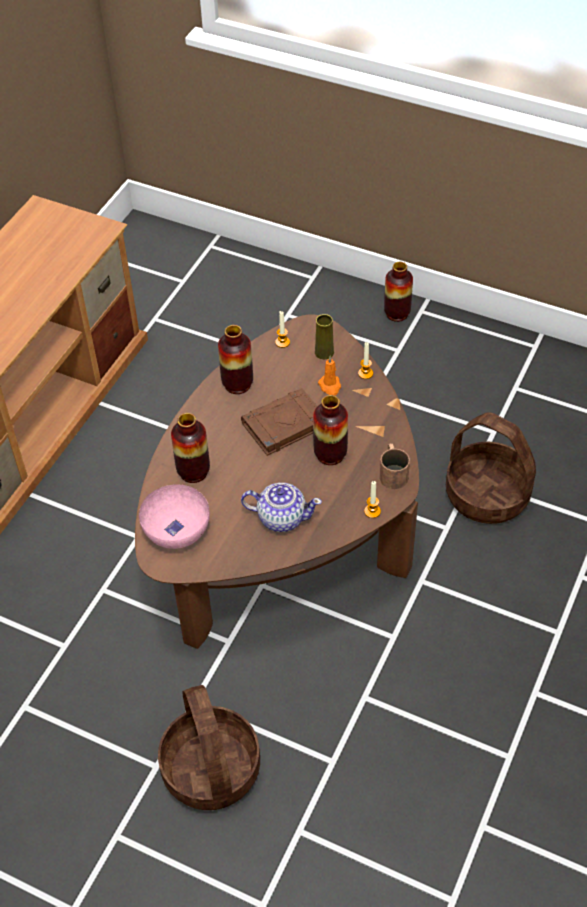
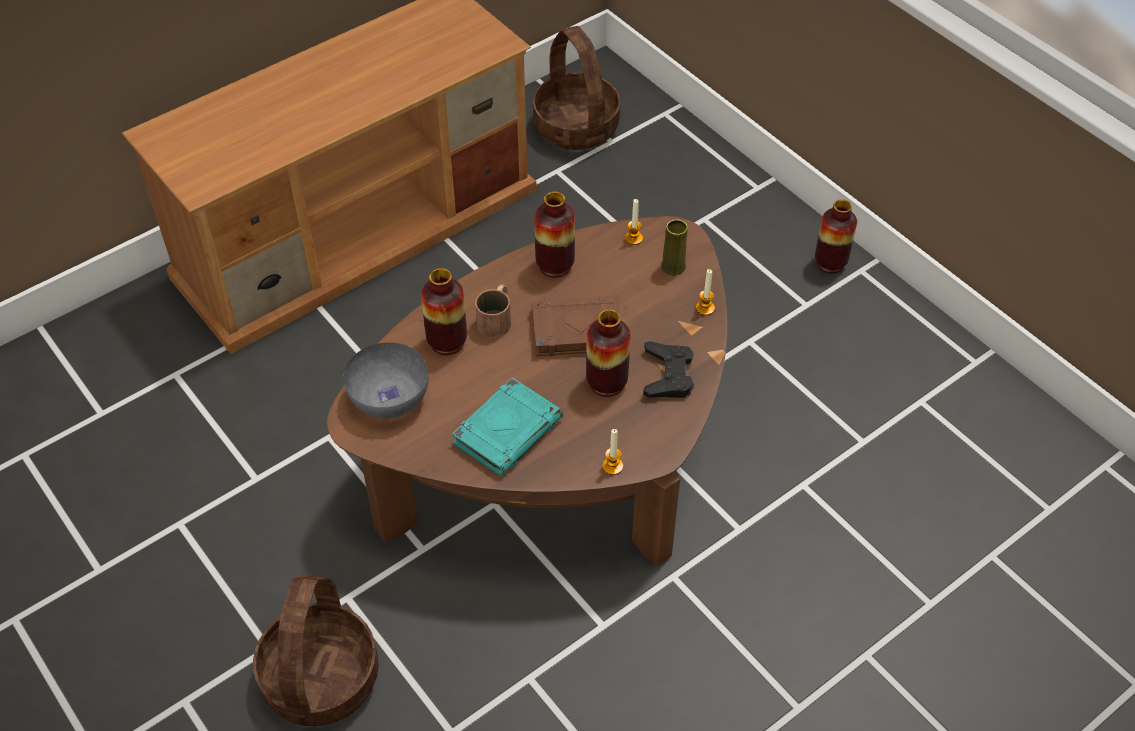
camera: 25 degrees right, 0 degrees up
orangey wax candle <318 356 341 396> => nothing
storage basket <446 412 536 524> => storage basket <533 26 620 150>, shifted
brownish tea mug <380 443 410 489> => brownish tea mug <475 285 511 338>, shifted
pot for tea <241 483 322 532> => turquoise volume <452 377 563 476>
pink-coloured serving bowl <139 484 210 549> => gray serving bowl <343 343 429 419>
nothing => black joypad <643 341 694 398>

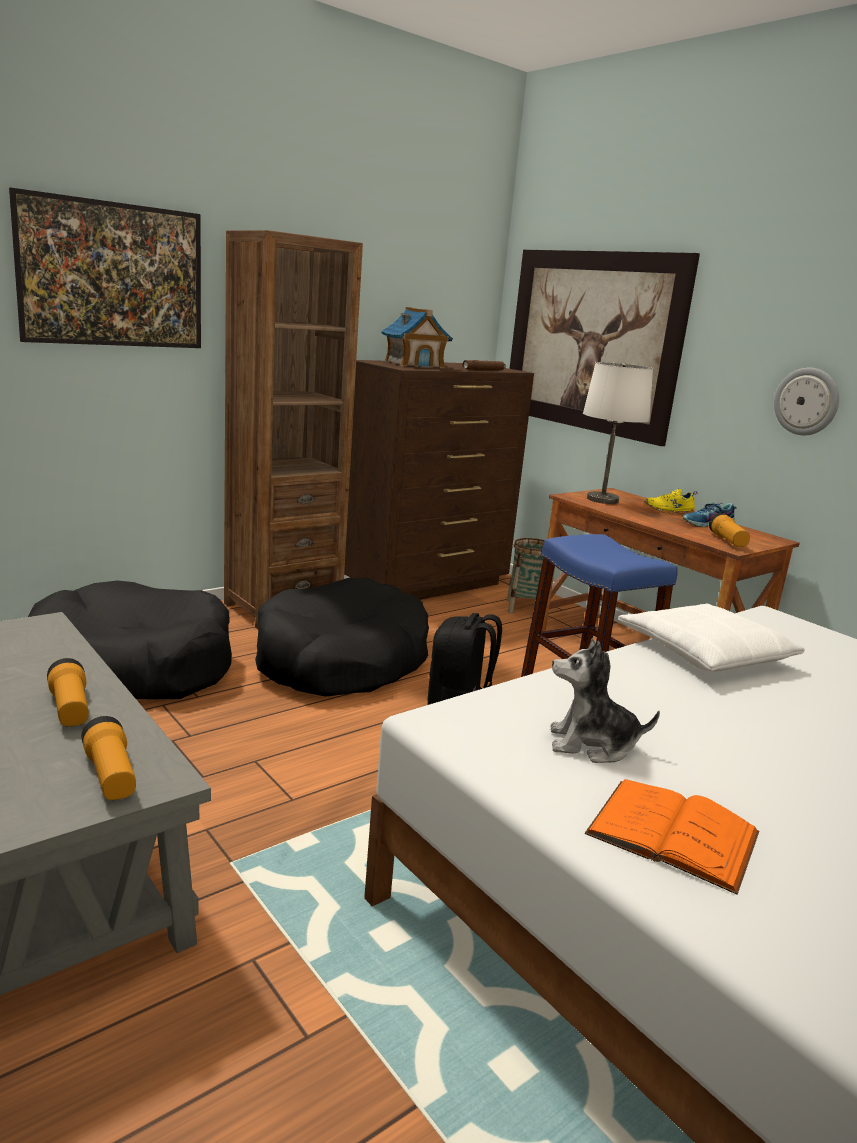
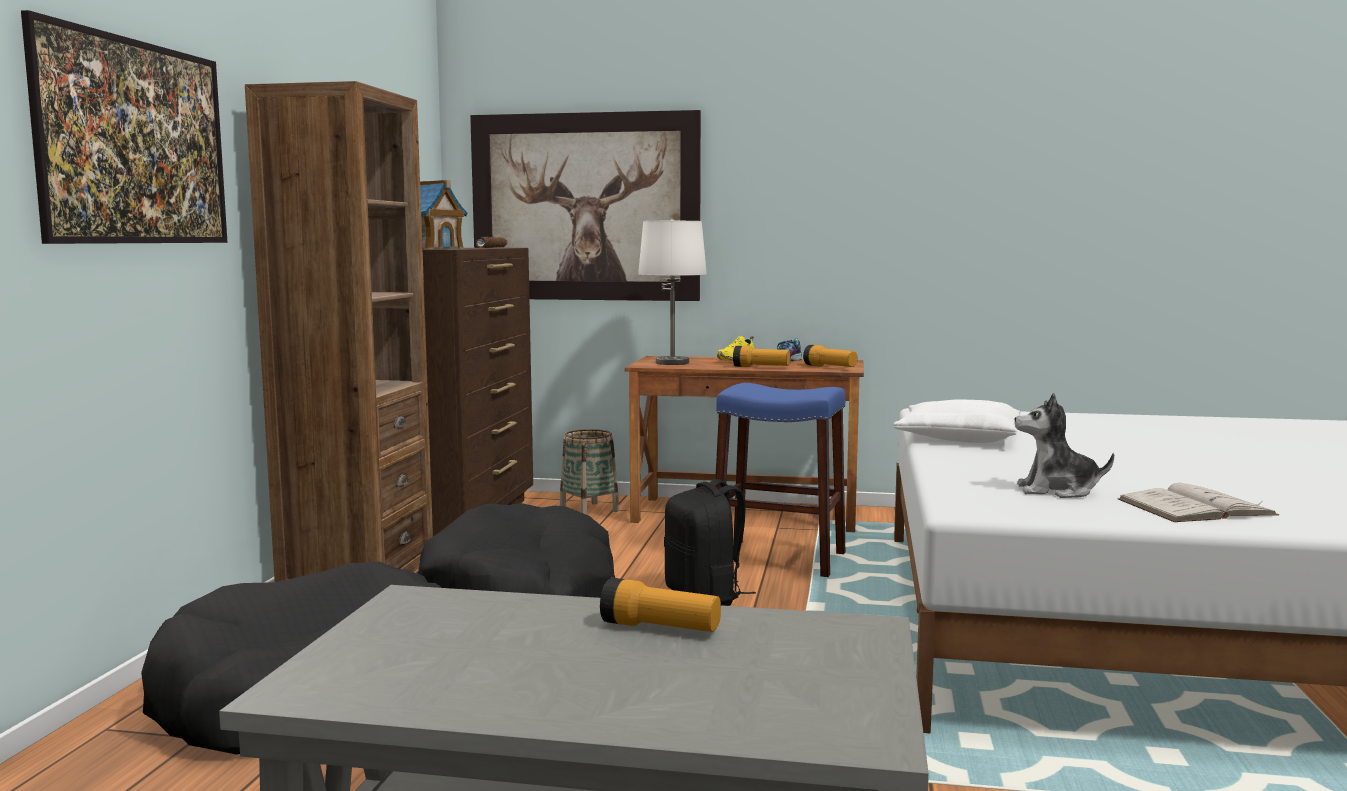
camera: 40 degrees left, 10 degrees down
clock on the wall <774 368 839 435> => nothing
cuddly toy <551 638 660 763> => cuddly toy <1015 393 1114 498>, 45 degrees clockwise
flashlight <81 716 136 800> => flashlight <733 346 790 367>, shifted
orangey volume <585 779 759 895> => white-coloured volume <1118 483 1279 522>

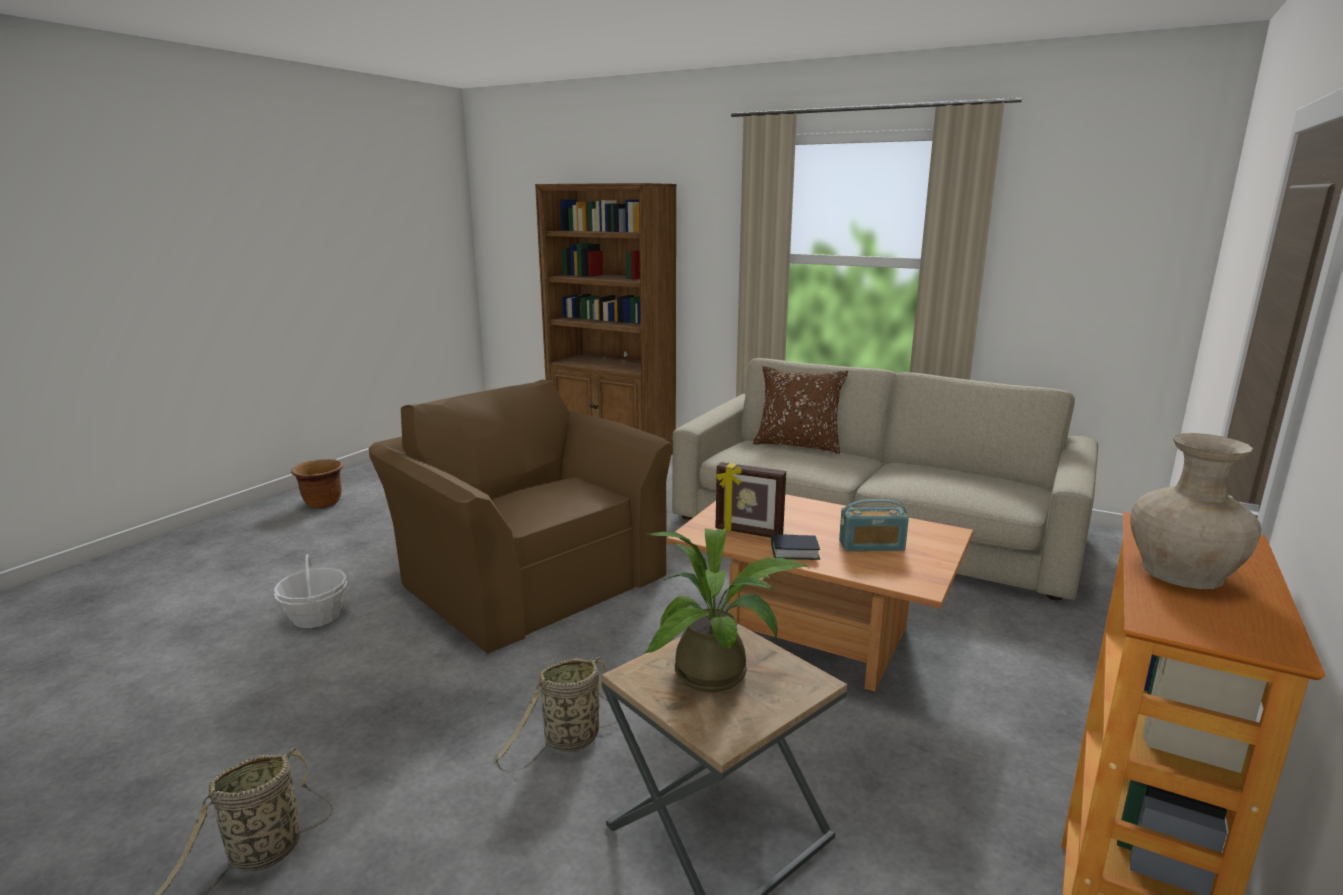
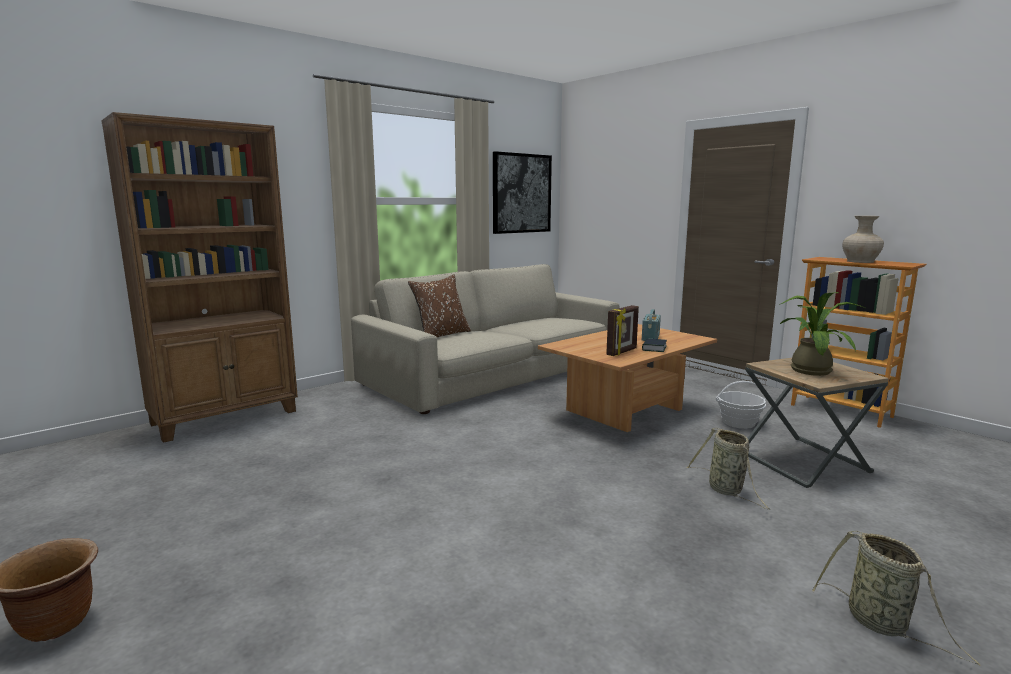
camera: 70 degrees left, 5 degrees down
brownish armchair <369 380 673 654> => nothing
storage basket <274 554 347 628> => storage basket <716 381 767 429>, shifted
nothing => picture <493 151 552 234>

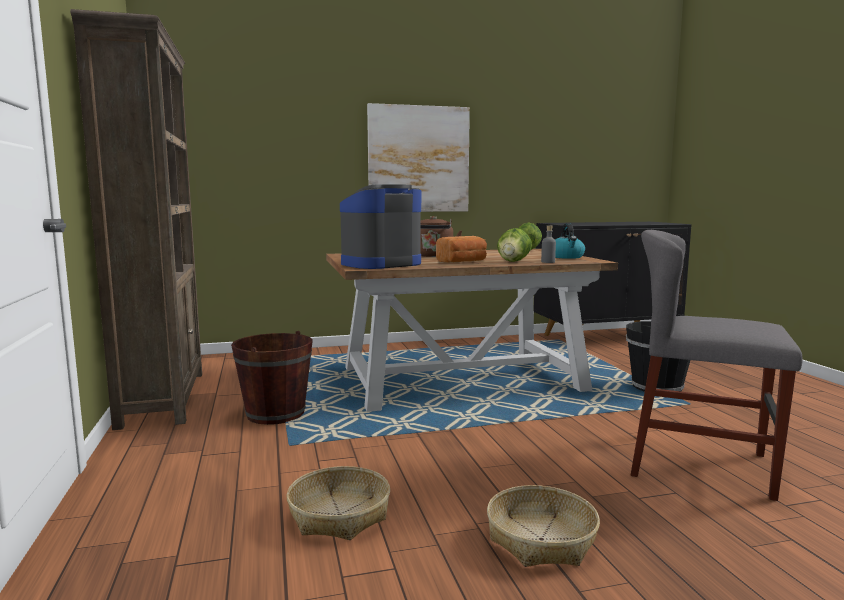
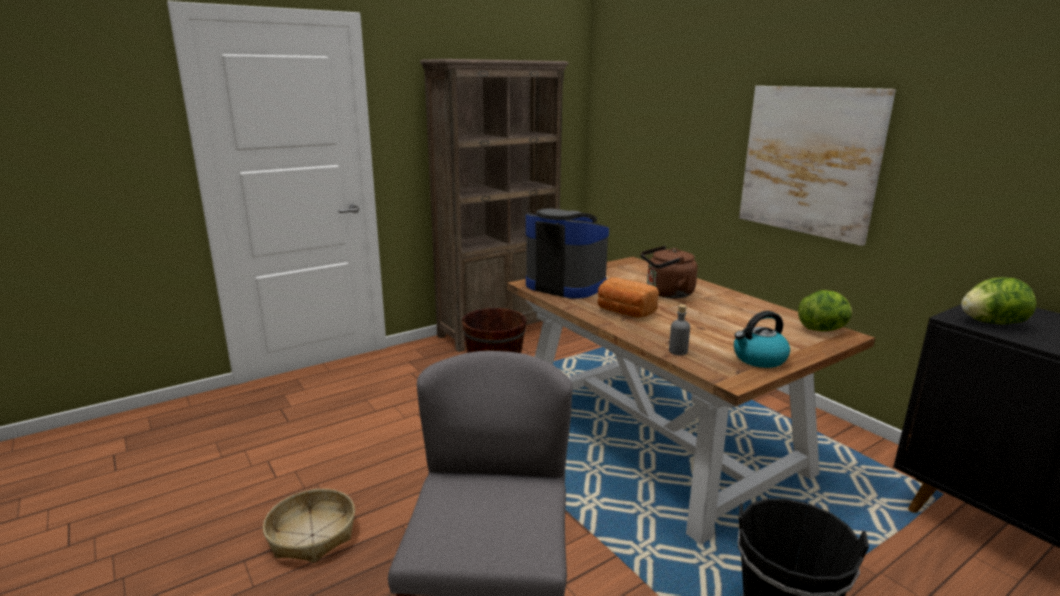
camera: 70 degrees right, 10 degrees up
lettuce <497 228 532 262> => lettuce <961 277 1036 324>, shifted
storage basket <286 466 390 540> => nothing

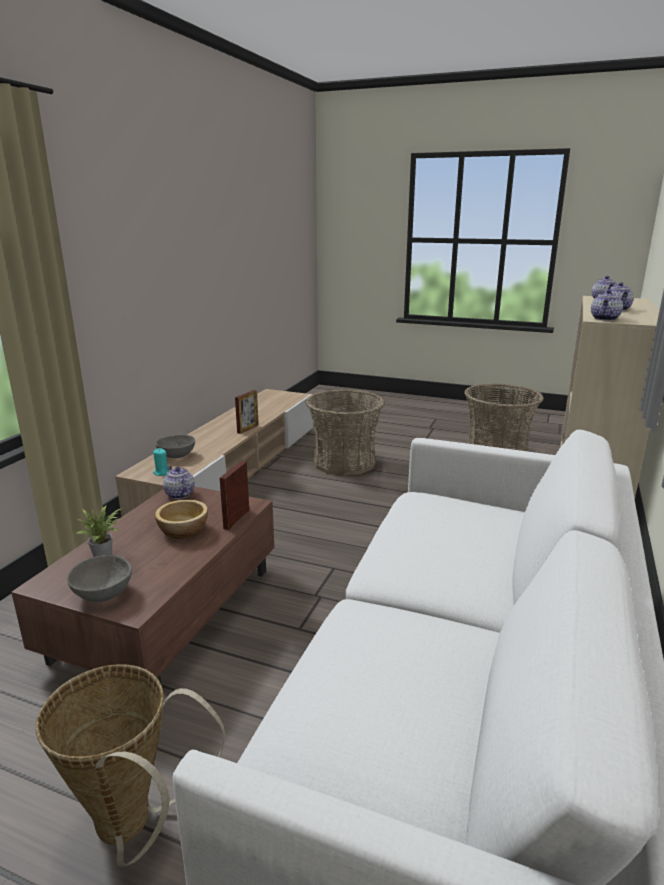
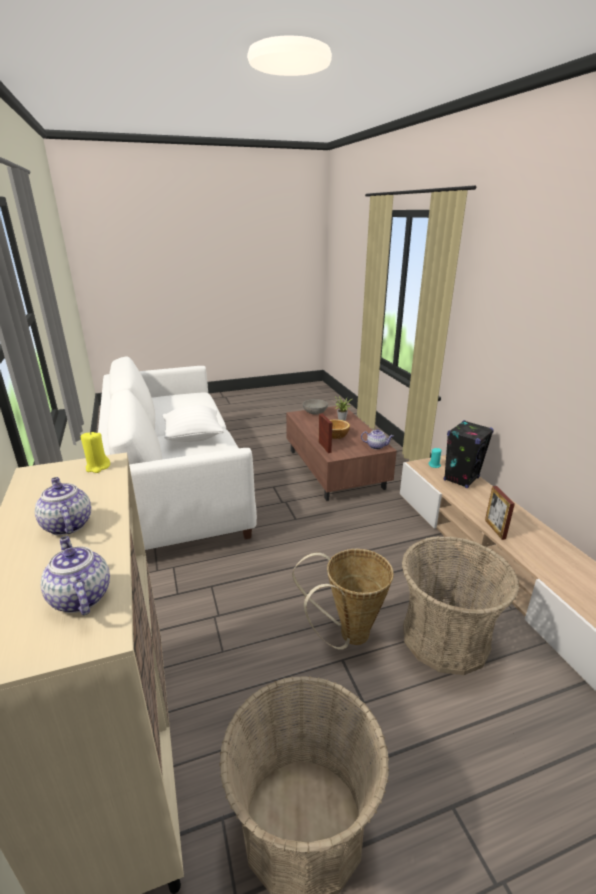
camera: 140 degrees right, 5 degrees up
pot for tea <591 290 623 321> => yellowish wax candle <81 431 110 473>
gray serving bowl <156 435 195 458> => black loudspeaker <444 420 494 488>
storage basket <35 664 225 867> => storage basket <292 549 394 650>, shifted
nothing => white-coloured pillow <163 405 224 442>

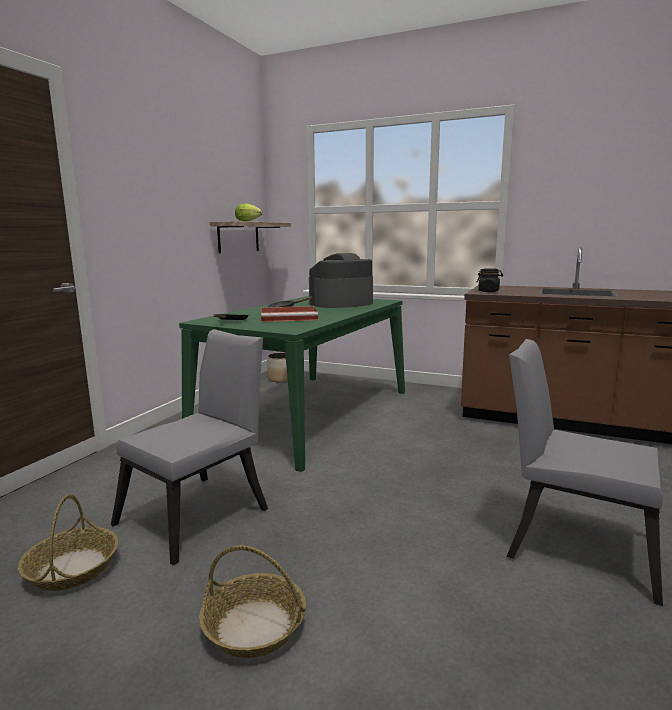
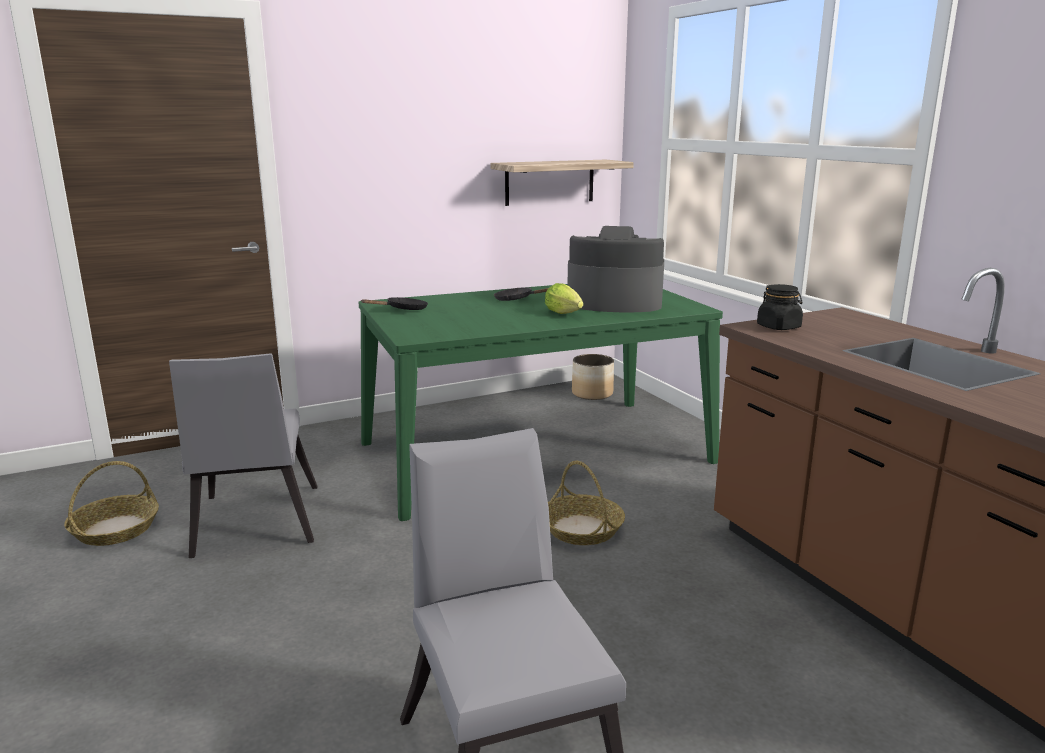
camera: 40 degrees right, 5 degrees up
lettuce <235 203 262 221> => lettuce <545 283 583 314>, shifted
reddish serving tray <261 306 318 322> => nothing
gray plain chair <111 329 268 565> => gray plain chair <169 353 318 558>, 90 degrees clockwise
storage basket <199 545 306 658> => storage basket <548 461 625 545>, shifted

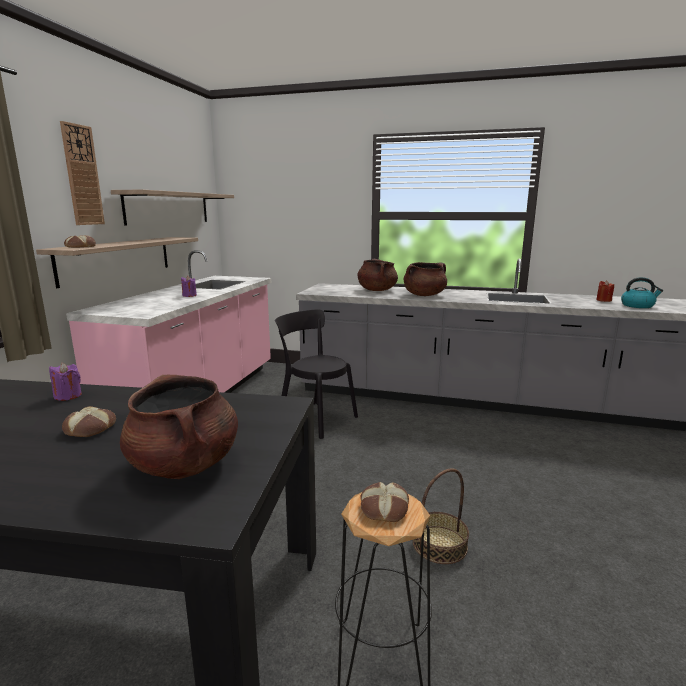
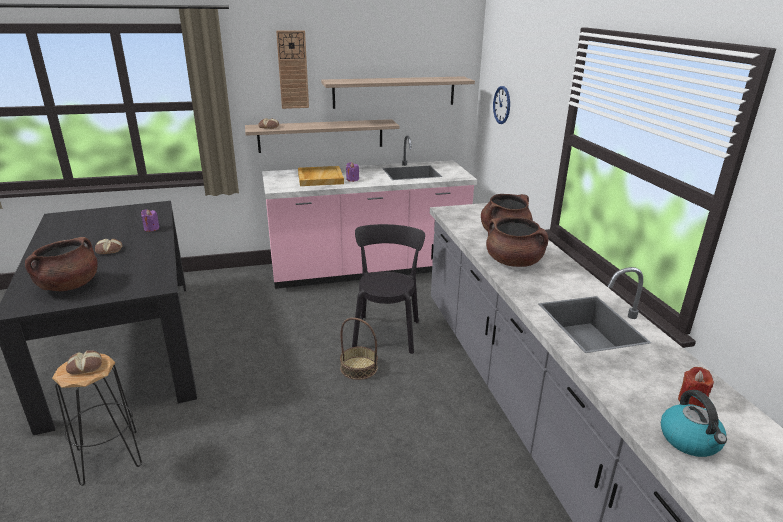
camera: 60 degrees right, 10 degrees up
storage basket <413 468 469 564> => storage basket <340 318 378 380>, shifted
nothing => clock on the wall <493 86 510 124>
nothing => sand-coloured serving tray <298 166 344 186>

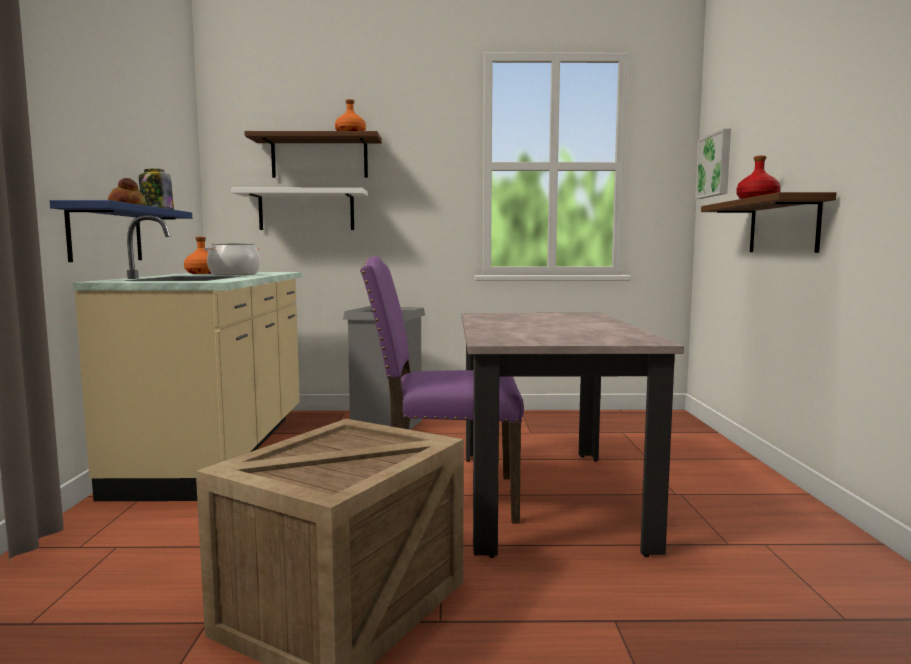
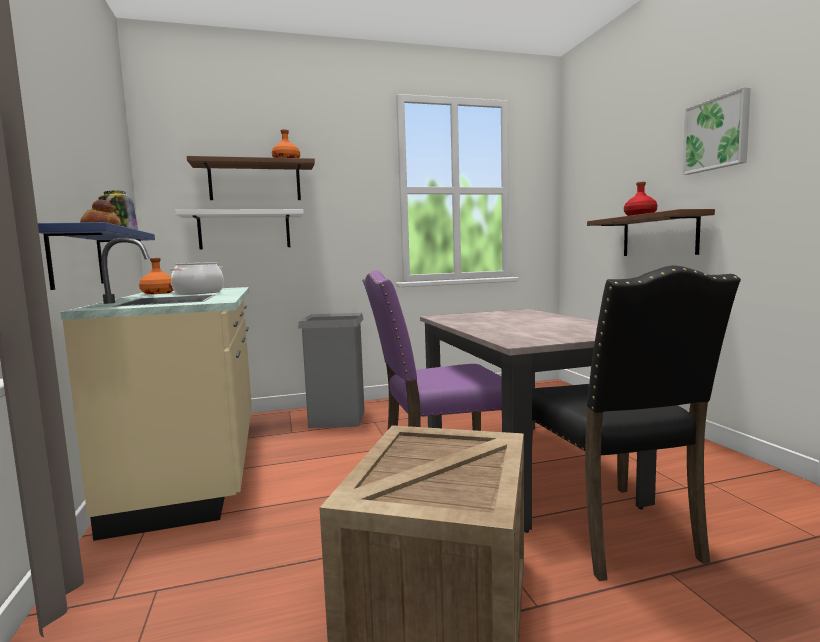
camera: 15 degrees left, 0 degrees up
picture <695 129 731 199> => picture <683 87 751 175>, shifted
nothing => black plain chair <532 265 741 581>

